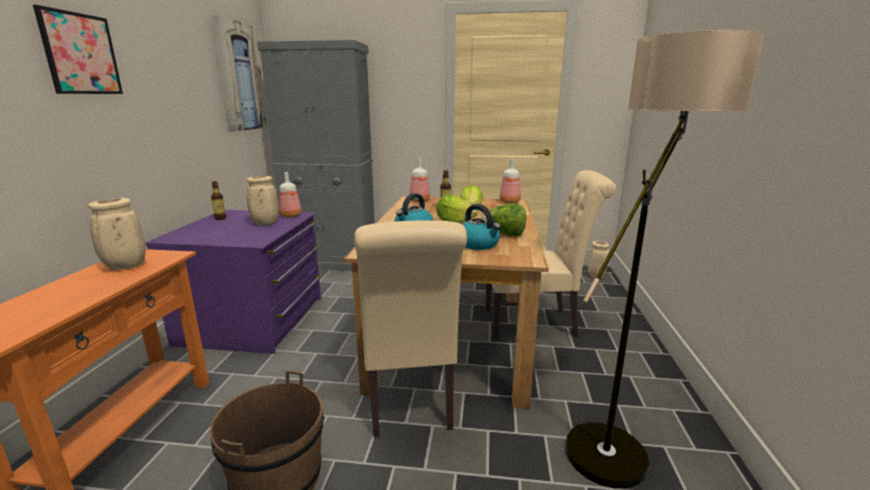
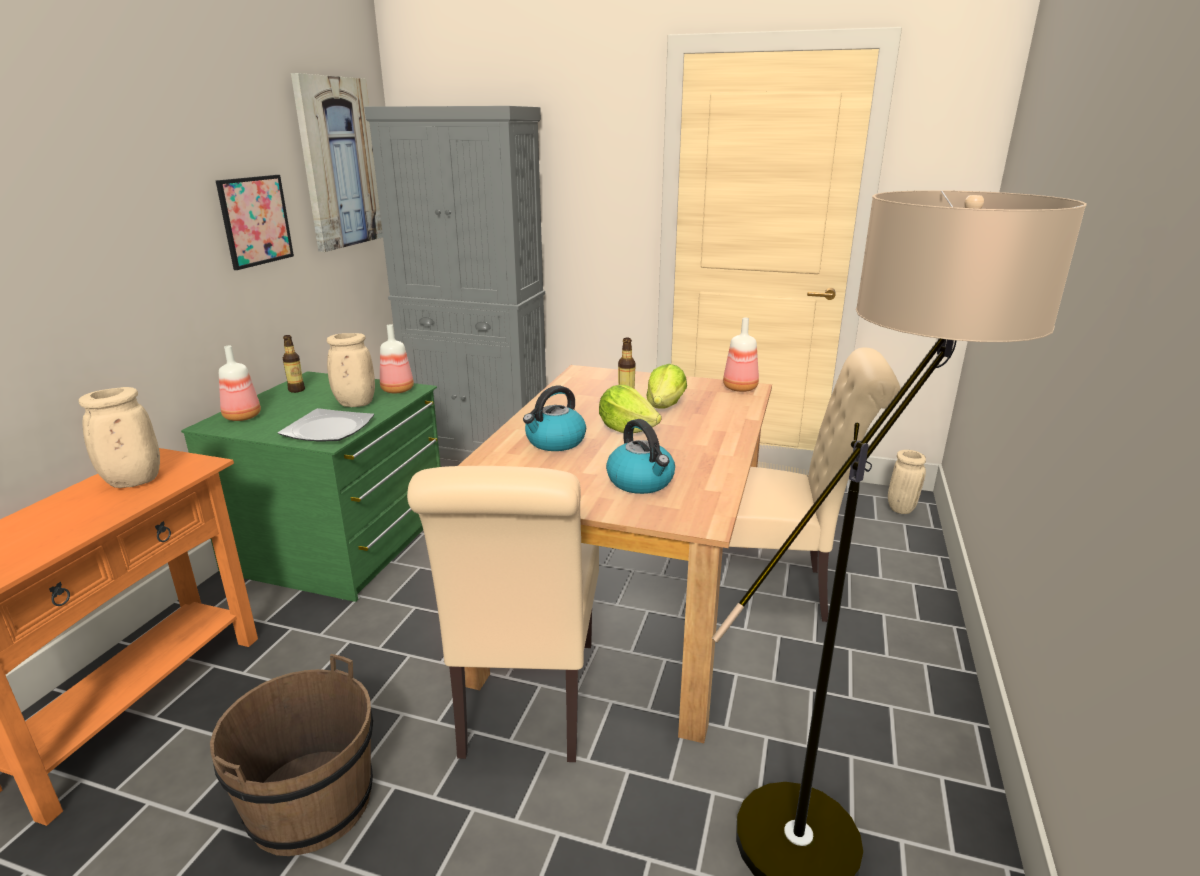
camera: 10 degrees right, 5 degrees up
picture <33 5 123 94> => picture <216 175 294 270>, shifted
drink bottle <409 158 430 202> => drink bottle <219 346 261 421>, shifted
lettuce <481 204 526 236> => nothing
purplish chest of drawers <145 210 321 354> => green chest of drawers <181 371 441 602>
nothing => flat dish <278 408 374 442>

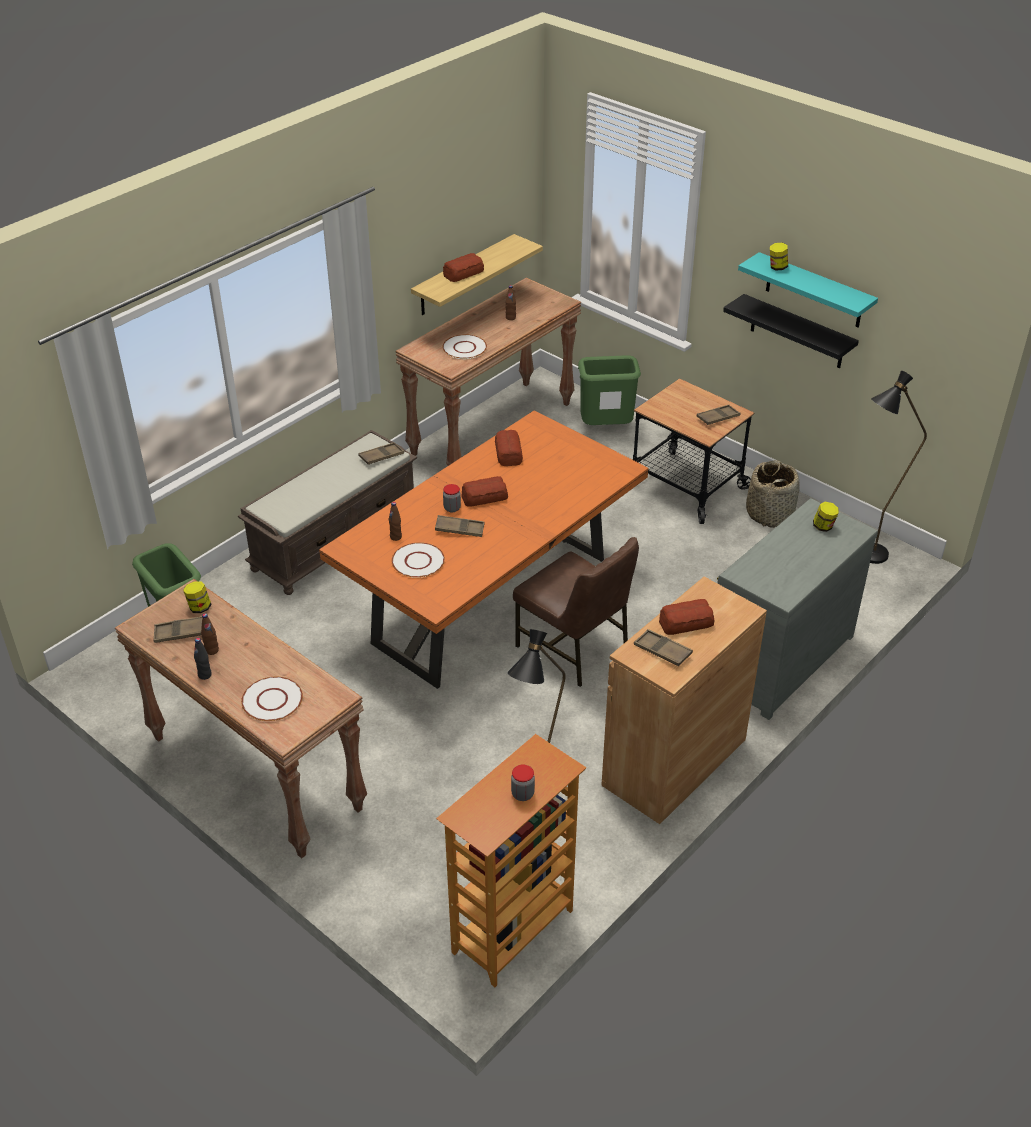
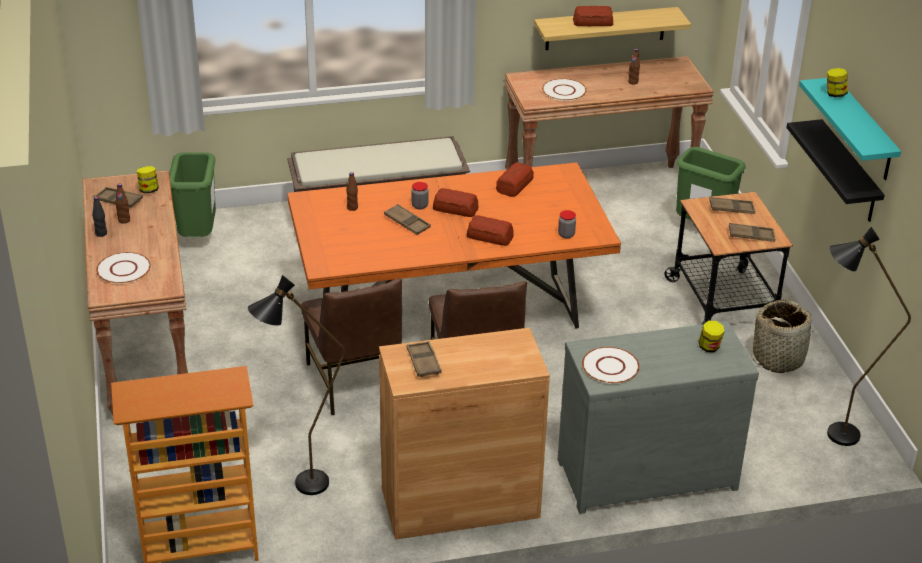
camera: 35 degrees right, 5 degrees down
brownish serving tray <358 442 404 465> => brownish serving tray <709 197 755 214>, shifted
white-coloured flat dish <391 542 445 578> => white-coloured flat dish <582 347 640 384>, shifted
baked bread <659 599 715 635> => baked bread <467 215 514 246>, shifted
preserve jar <511 764 535 801> => preserve jar <558 210 576 239>, shifted
nothing => brownish plain chair <301 278 402 415>

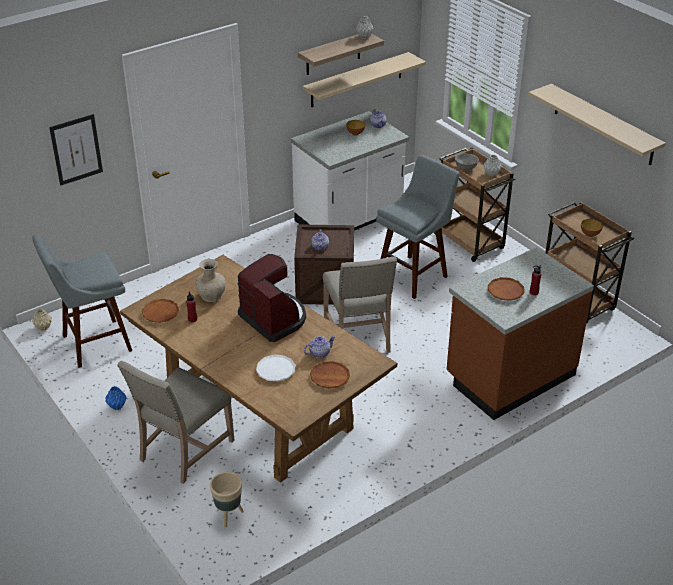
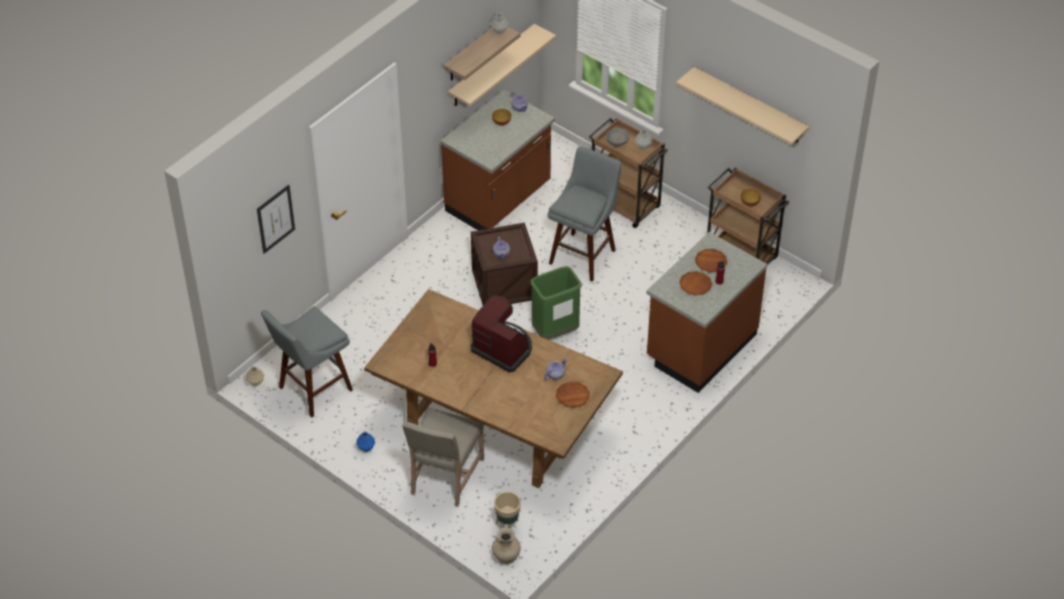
camera: 15 degrees left, 10 degrees up
white-coloured counter <291 111 409 230> => brownish counter <440 90 555 230>
sand-coloured plain chair <323 257 397 353> => green rubbish bin <531 266 582 340>
sand-coloured vase <195 259 226 302> => sand-coloured vase <492 528 521 564>, shifted
brownish flat dish <142 299 179 323> => brownish flat dish <695 249 727 272>, shifted
white-coloured flat dish <256 355 296 381> => nothing

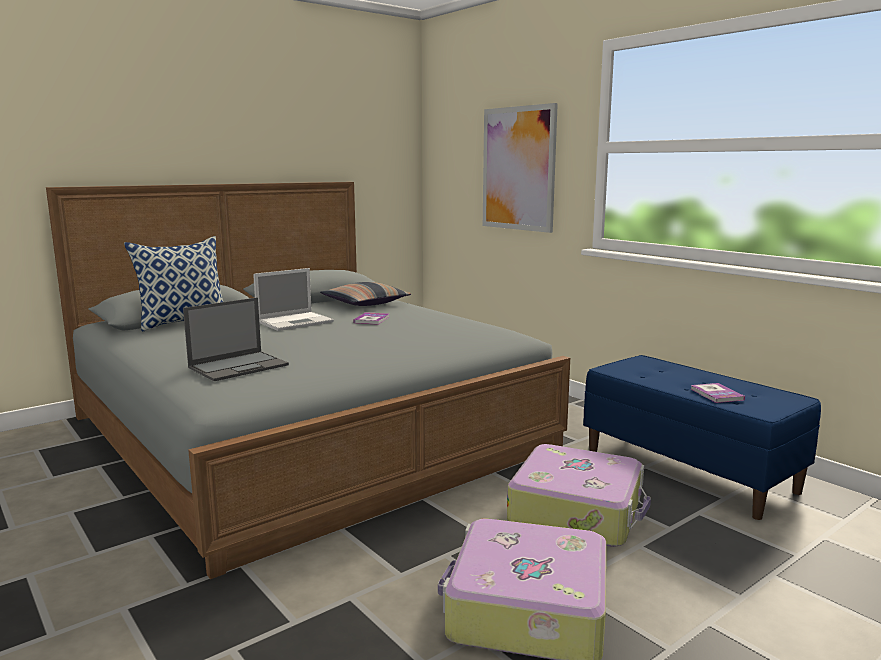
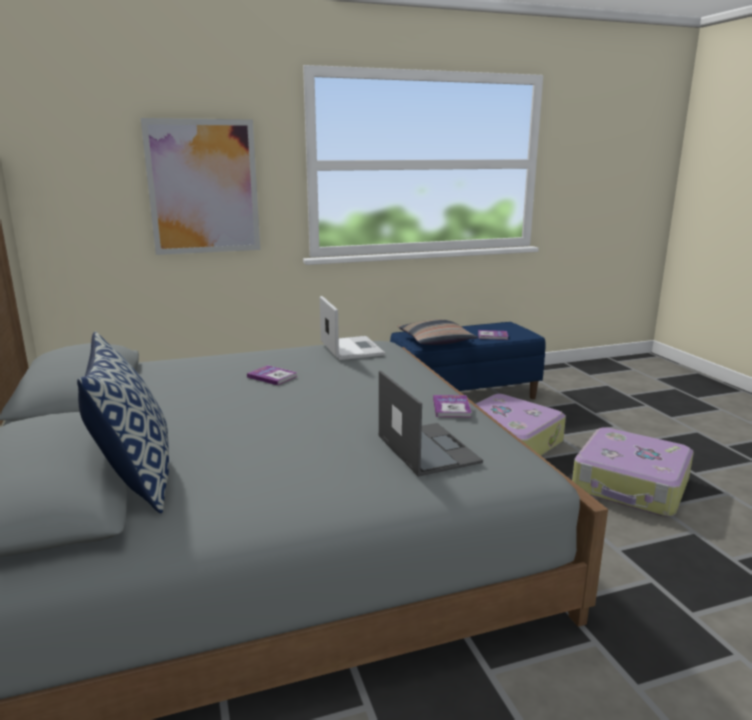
camera: 70 degrees left, 5 degrees up
portable computer <253 268 334 331> => portable computer <320 296 385 360>, shifted
pillow <321 282 411 306> => pillow <397 319 478 345>, shifted
nothing => volume <433 395 472 417>

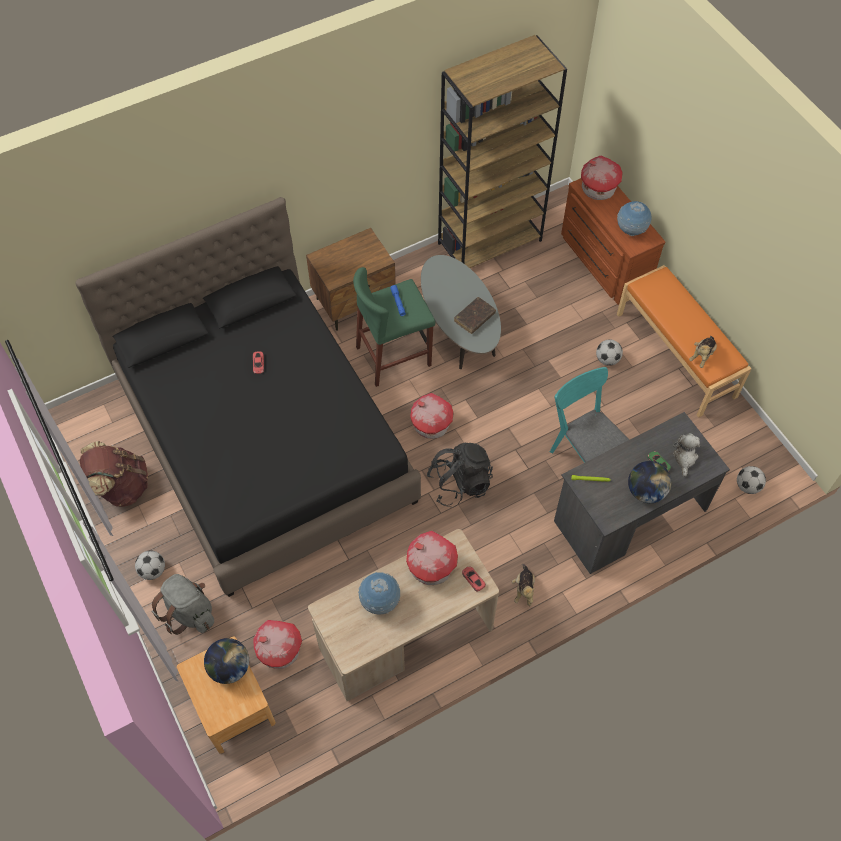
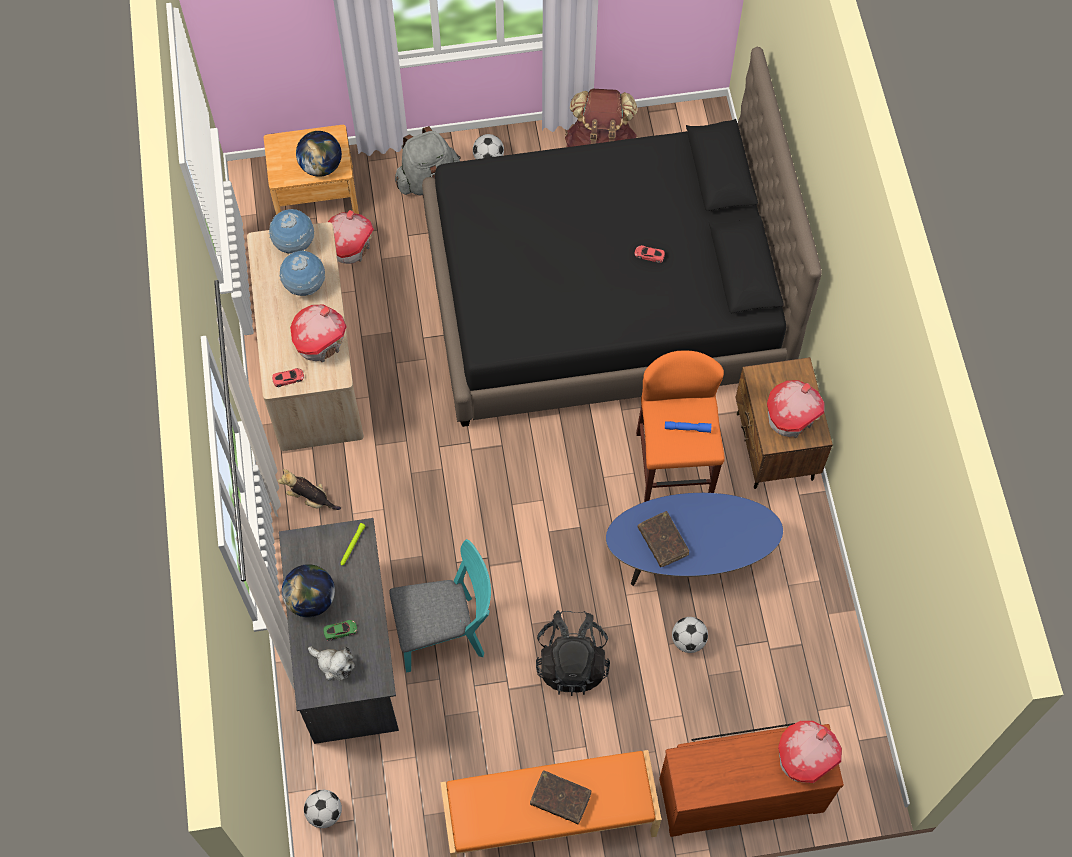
camera: 110 degrees right, 5 degrees up
brownish shelving unit <438 35 567 268> => nothing
world globe <617 201 652 236> => world globe <269 209 314 254>, shifted
gray coffee table <421 255 501 369> => bluish coffee table <606 493 783 586>
green sitting stool <353 267 435 387> => orangey sitting stool <636 350 725 502>
cuddly toy <689 336 717 368> => nothing
ball for football <596 339 623 366> => ball for football <672 617 708 653>, shifted
toy house <410 393 454 439> => toy house <767 380 824 438>, shifted
black rucksack <426 443 493 507> => black rucksack <536 610 610 696>, shifted
nothing => brownish volume <530 770 591 824>

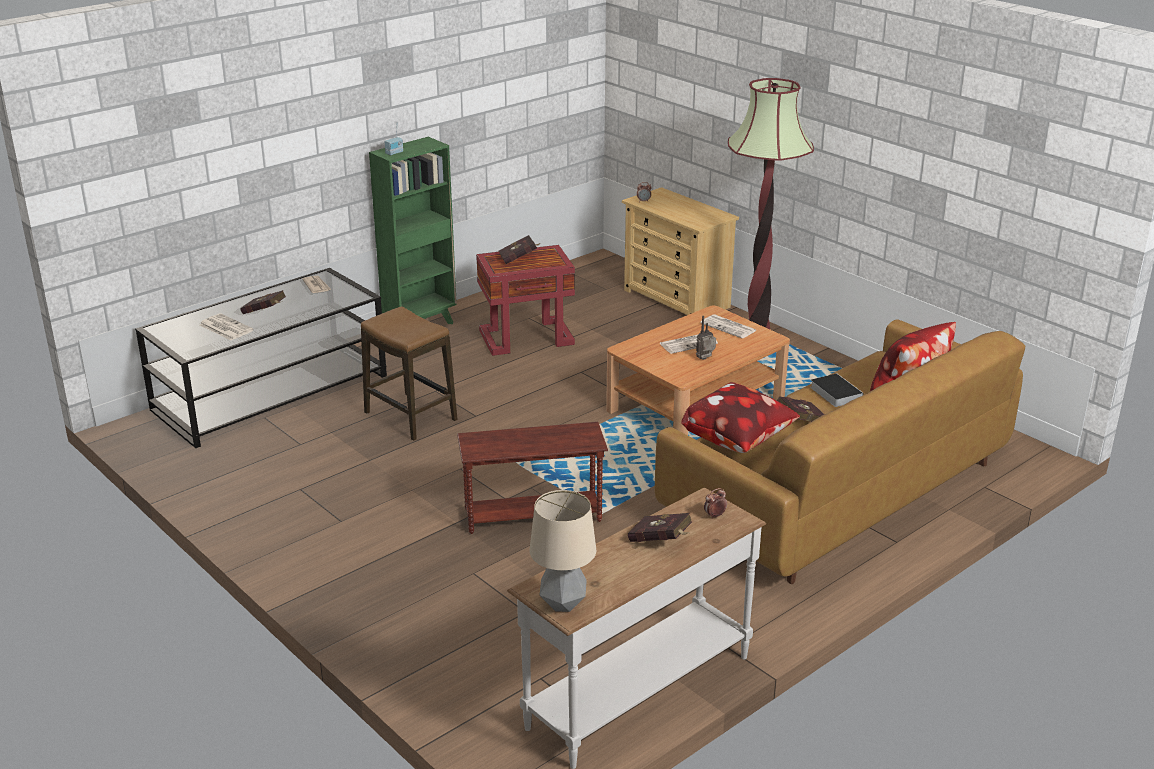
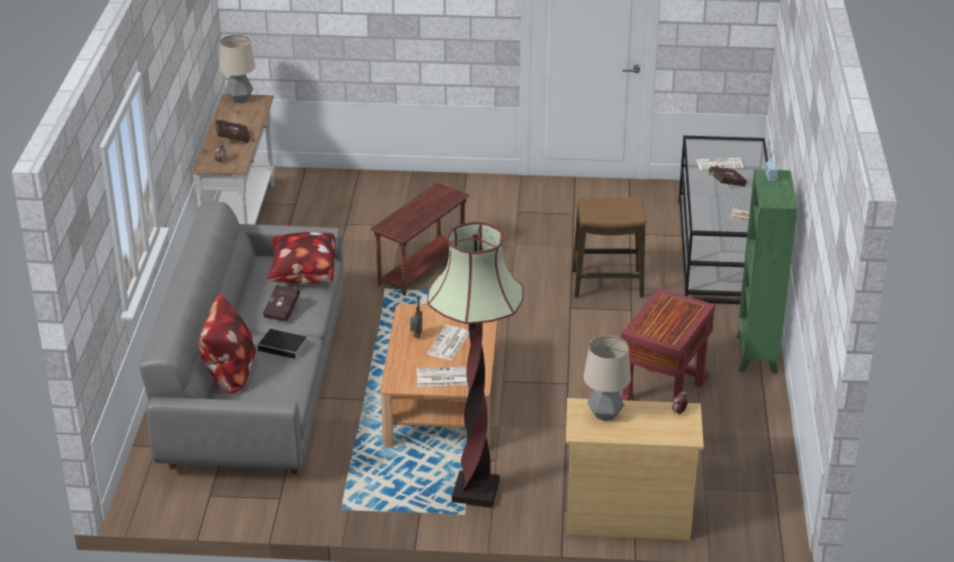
camera: 135 degrees right, 5 degrees up
reddish volume <499 235 540 264> => nothing
brownish settee <655 319 1025 584> => gray settee <139 202 344 475>
nothing => tabletop lamp <584 336 631 421>

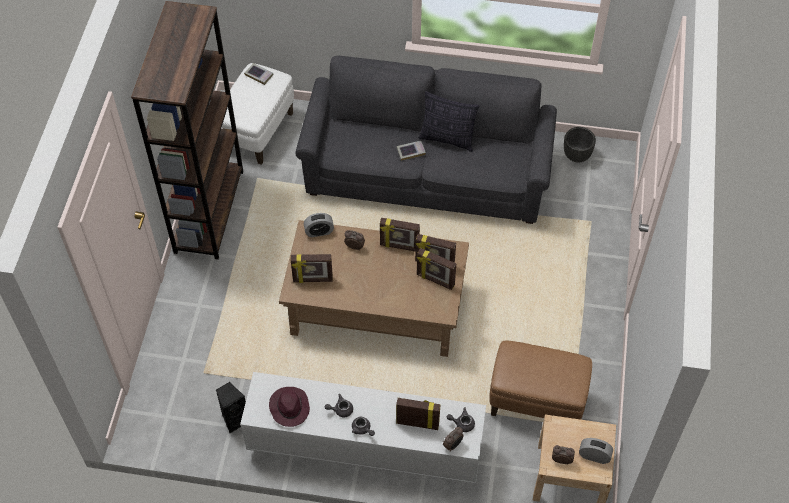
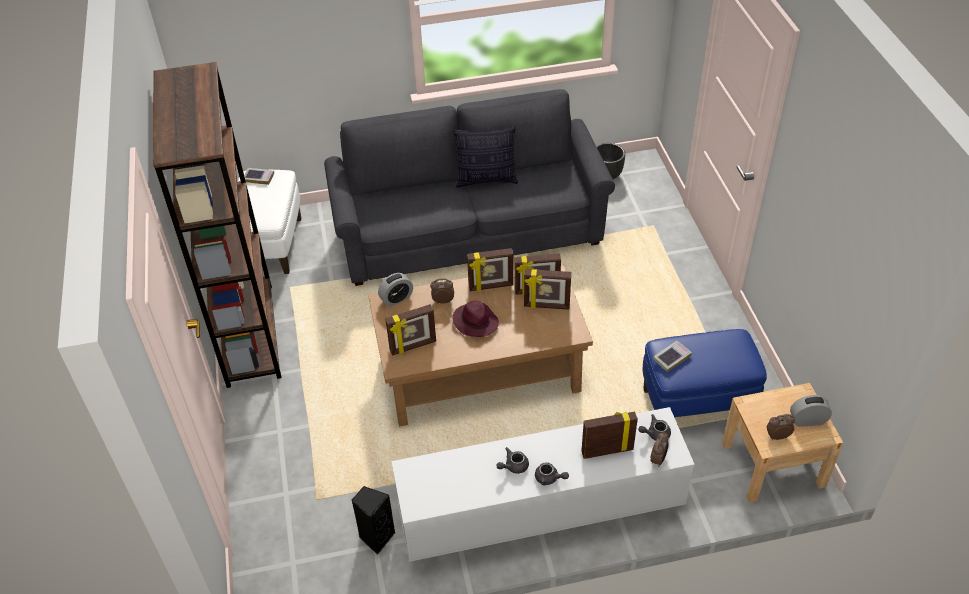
camera: 20 degrees left, 10 degrees down
volume <397 141 426 161> => volume <653 341 692 372>, shifted
brownish footrest <489 340 592 420> => bluish footrest <643 329 767 417>
purplish clothing hat <269 387 310 427> => purplish clothing hat <452 300 499 337>, shifted

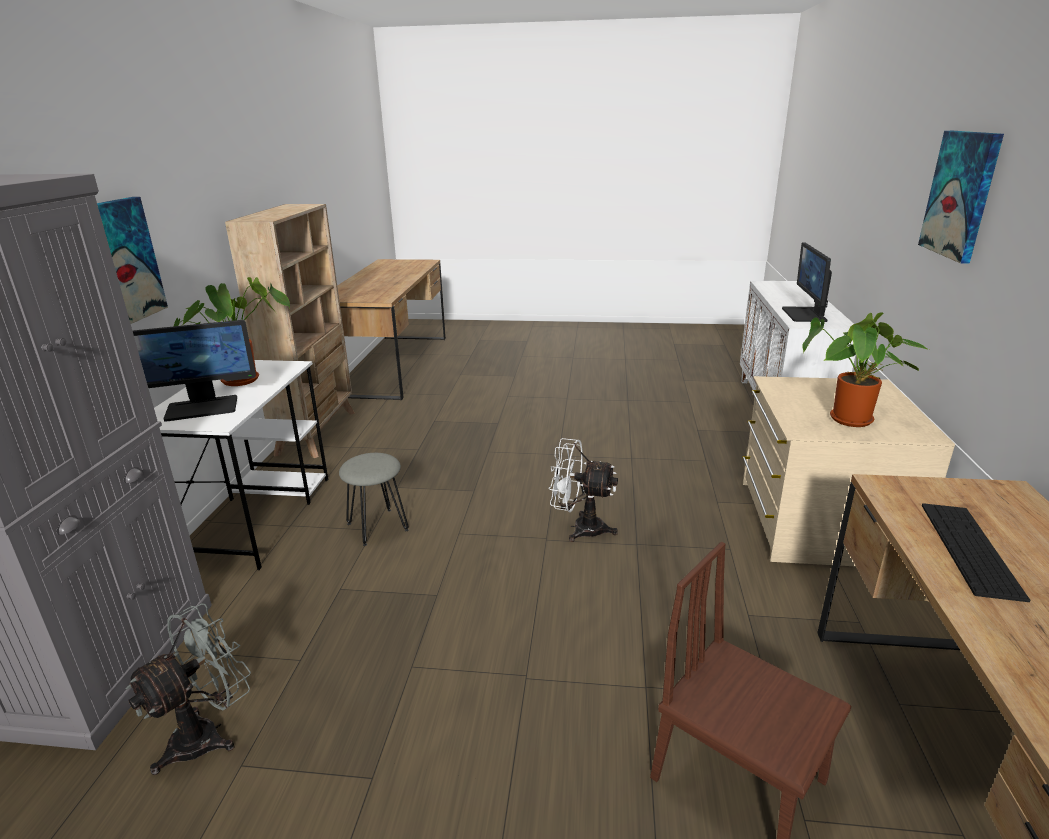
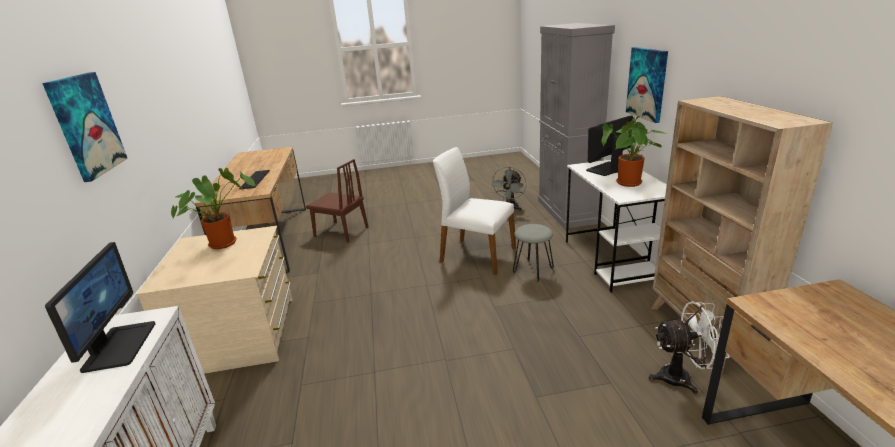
camera: 165 degrees right, 0 degrees up
white-coloured cooling fan <549 438 618 542> => white-coloured cooling fan <648 301 729 394>, shifted
nothing => white-coloured plain chair <433 147 516 275>

